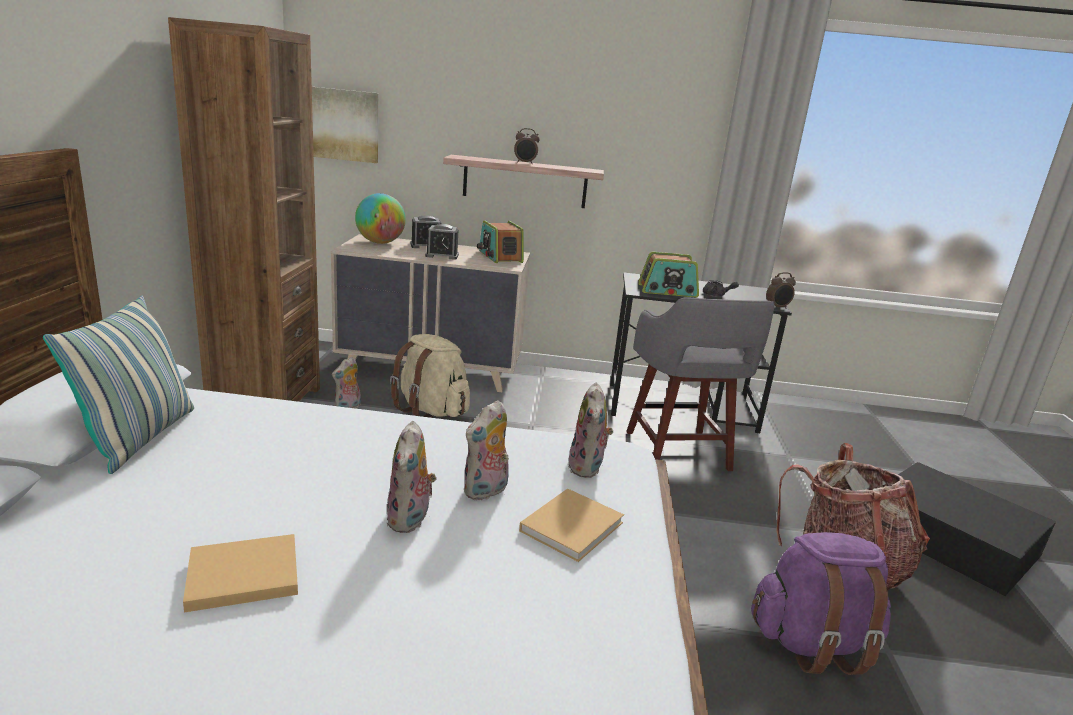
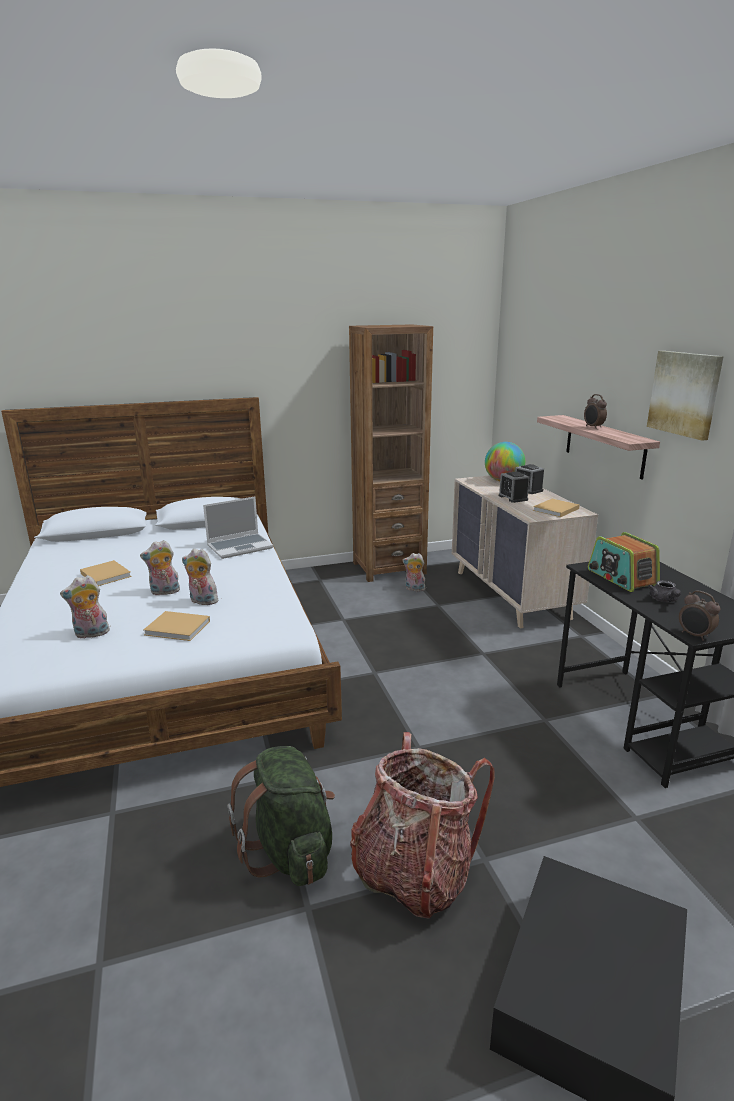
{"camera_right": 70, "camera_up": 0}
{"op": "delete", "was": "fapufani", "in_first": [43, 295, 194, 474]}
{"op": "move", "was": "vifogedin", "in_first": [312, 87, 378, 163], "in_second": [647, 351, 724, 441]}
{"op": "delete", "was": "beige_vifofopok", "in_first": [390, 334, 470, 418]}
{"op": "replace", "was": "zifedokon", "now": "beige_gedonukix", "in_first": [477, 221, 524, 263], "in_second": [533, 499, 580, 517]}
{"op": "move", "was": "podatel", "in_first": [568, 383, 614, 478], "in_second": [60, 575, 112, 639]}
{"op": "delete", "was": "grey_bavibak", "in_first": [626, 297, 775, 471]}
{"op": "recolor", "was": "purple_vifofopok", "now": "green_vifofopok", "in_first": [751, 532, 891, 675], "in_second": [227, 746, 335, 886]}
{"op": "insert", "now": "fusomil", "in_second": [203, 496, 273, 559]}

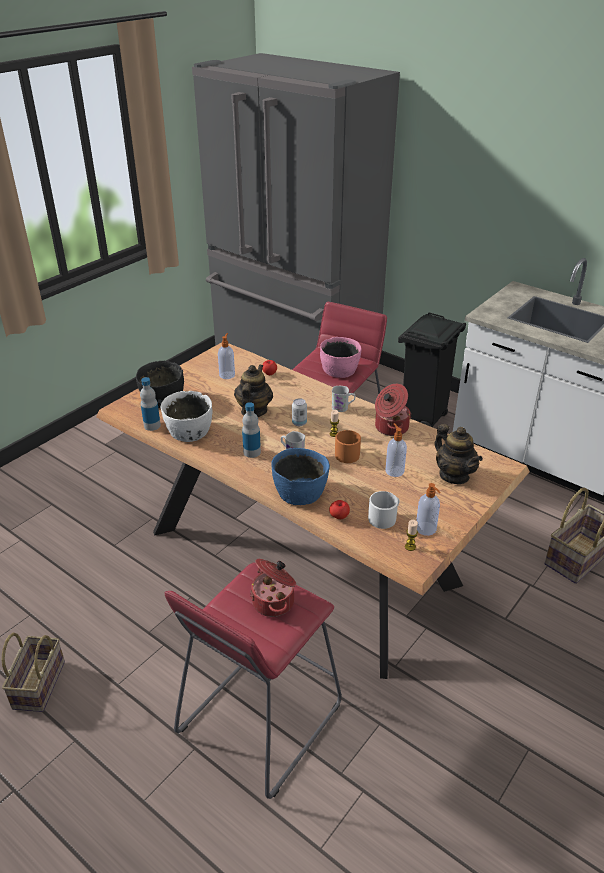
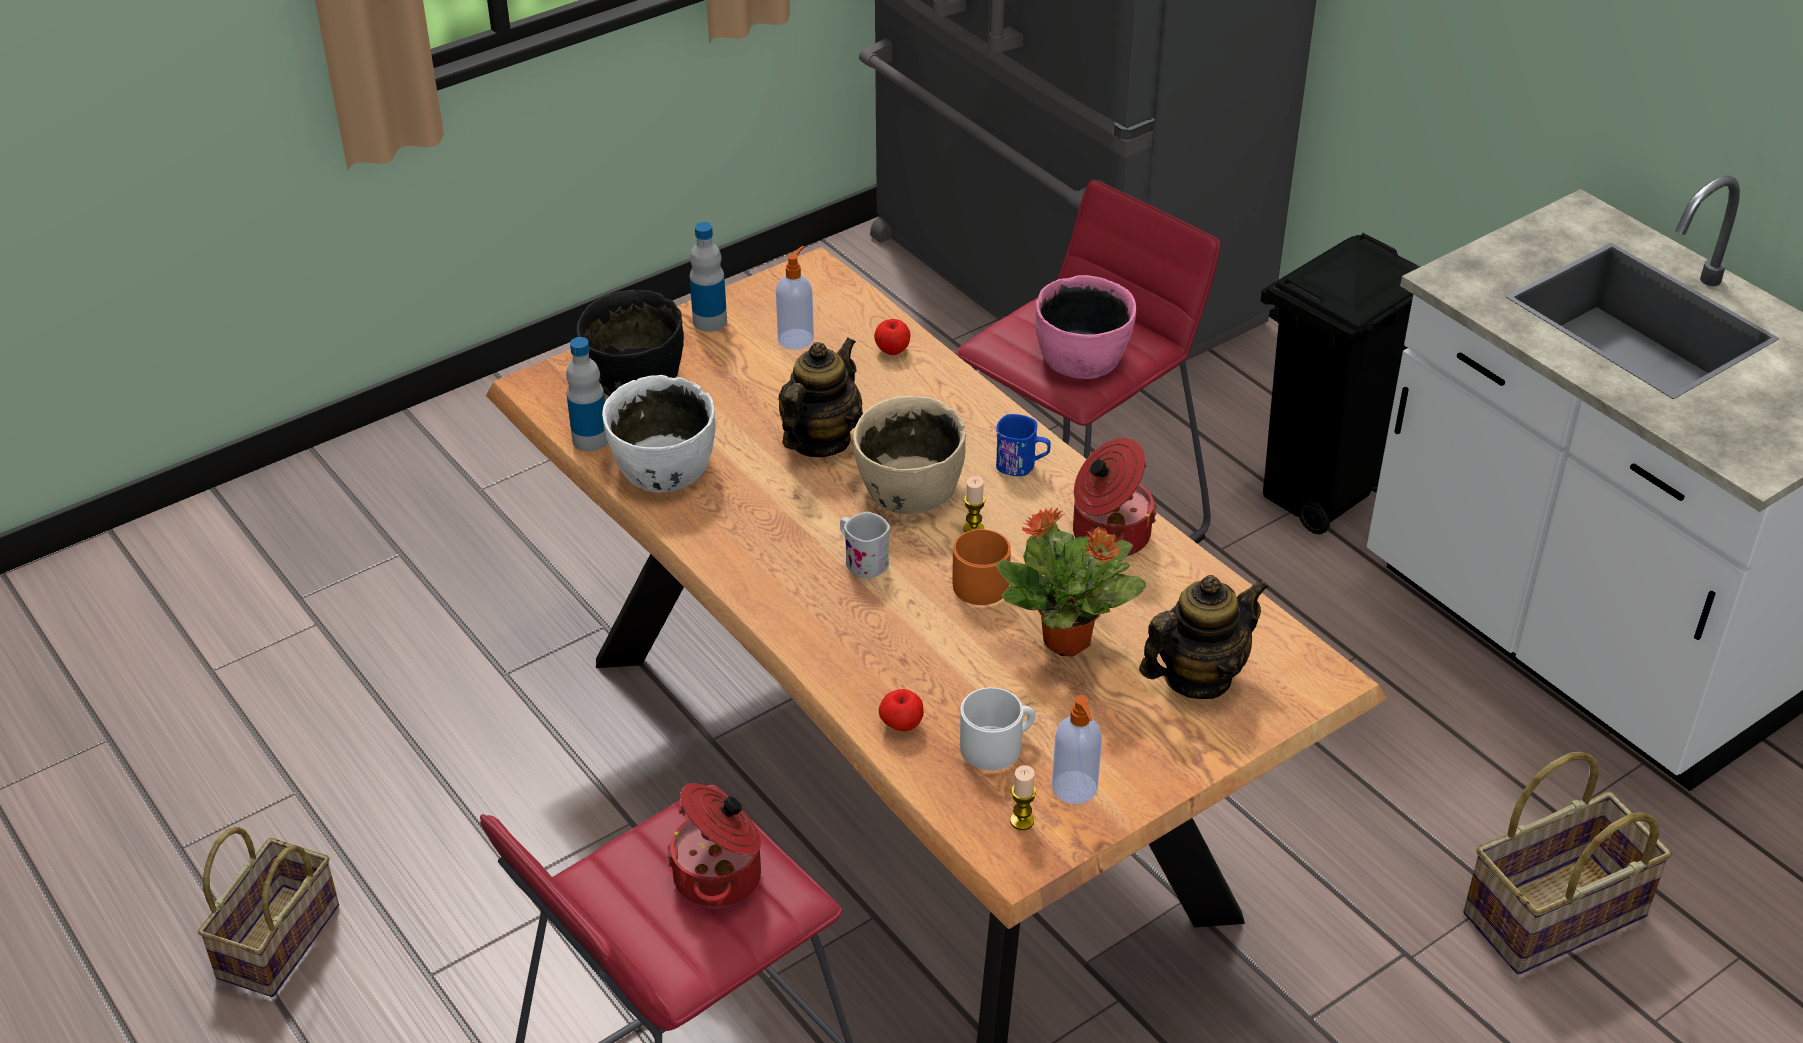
{"camera_right": 15, "camera_up": 5}
{"op": "move", "was": "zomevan", "in_first": [242, 402, 261, 458], "in_second": [690, 222, 727, 332]}
{"op": "delete", "was": "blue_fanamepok", "in_first": [271, 448, 330, 505]}
{"op": "replace", "was": "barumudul", "now": "beige_fanamepok", "in_first": [292, 398, 307, 426], "in_second": [853, 396, 966, 514]}
{"op": "recolor", "was": "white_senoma", "now": "blue_senoma", "in_first": [332, 386, 355, 412], "in_second": [996, 414, 1051, 476]}
{"op": "replace", "was": "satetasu", "now": "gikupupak", "in_first": [385, 423, 407, 477], "in_second": [996, 507, 1146, 657]}
{"op": "rotate", "was": "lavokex", "in_first": [434, 424, 483, 484], "in_second": [1139, 575, 1269, 699], "clockwise": -105}

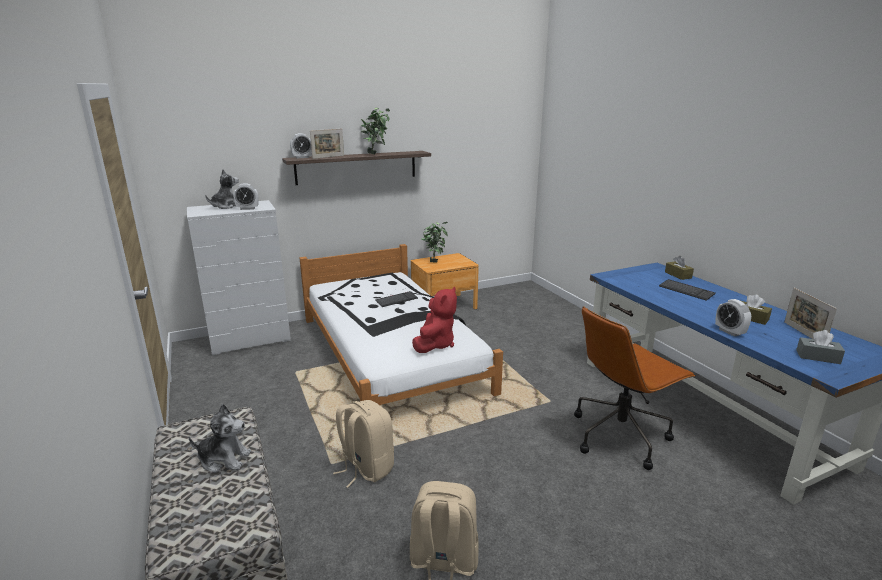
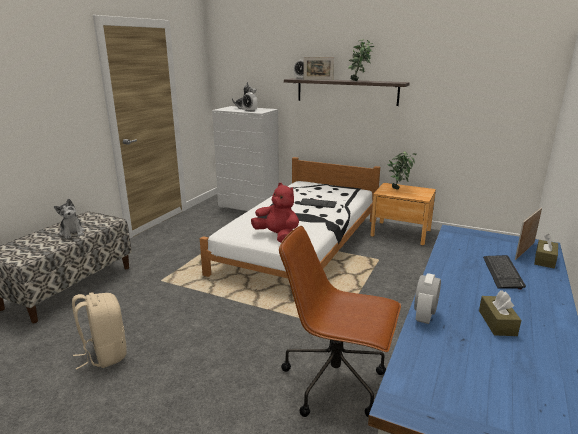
{"camera_right": 50, "camera_up": 0}
{"op": "delete", "was": "beige_vifofopok", "in_first": [333, 400, 394, 488]}
{"op": "rotate", "was": "red_podatel", "in_first": [412, 287, 457, 353], "in_second": [251, 183, 299, 242], "clockwise": -120}
{"op": "move", "was": "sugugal", "in_first": [784, 288, 837, 339], "in_second": [515, 207, 542, 260]}
{"op": "delete", "was": "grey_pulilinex", "in_first": [796, 330, 845, 364]}

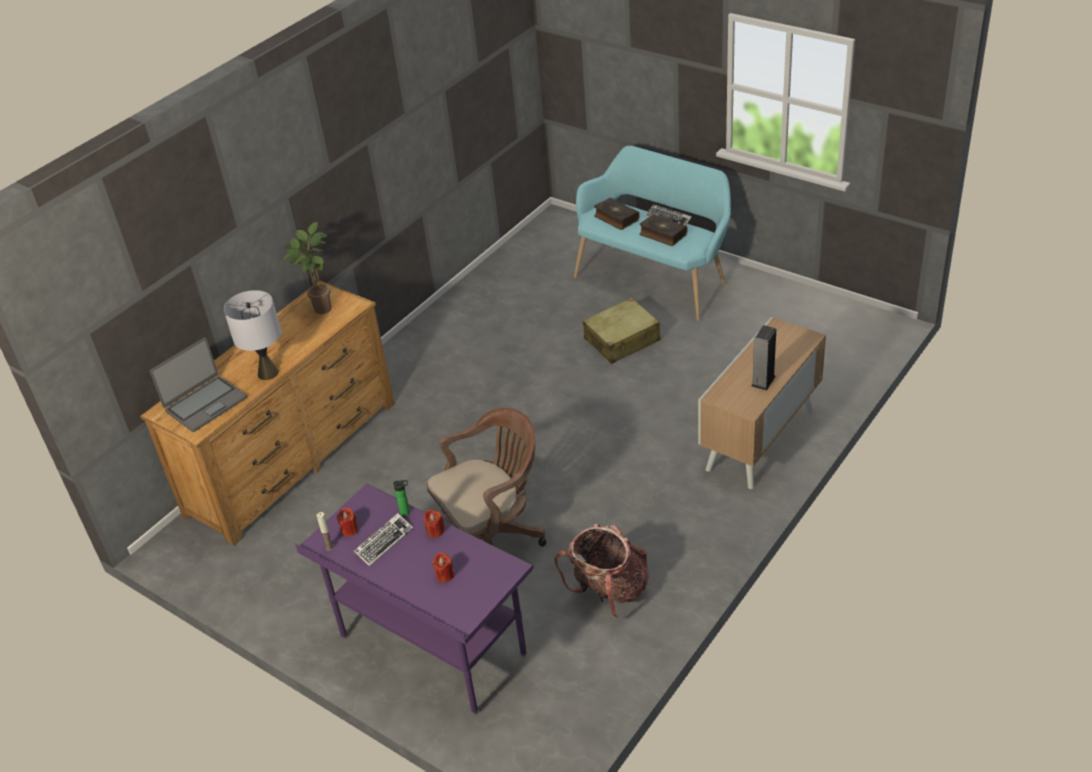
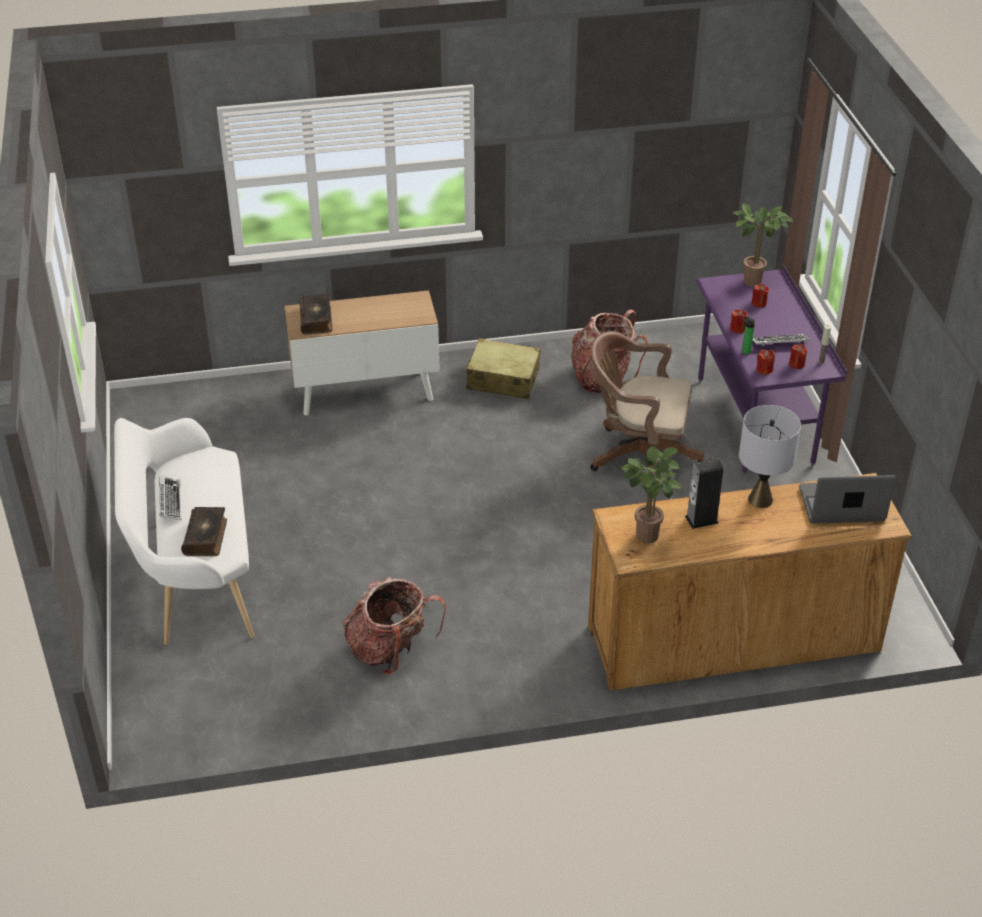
{"camera_right": -140, "camera_up": 0}
{"op": "recolor", "was": "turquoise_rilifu", "now": "white_rilifu", "in_first": [574, 146, 731, 321], "in_second": [114, 418, 254, 645]}
{"op": "move", "was": "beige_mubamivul", "in_first": [583, 298, 660, 364], "in_second": [466, 338, 541, 399]}
{"op": "move", "was": "gedonukix", "in_first": [640, 214, 688, 246], "in_second": [299, 294, 333, 335]}
{"op": "move", "was": "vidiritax", "in_first": [751, 325, 776, 391], "in_second": [685, 458, 724, 529]}
{"op": "insert", "now": "vifofopok", "in_second": [343, 577, 446, 675]}
{"op": "insert", "now": "gikupupak", "in_second": [733, 203, 793, 287]}
{"op": "insert", "now": "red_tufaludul", "in_second": [756, 350, 775, 374]}

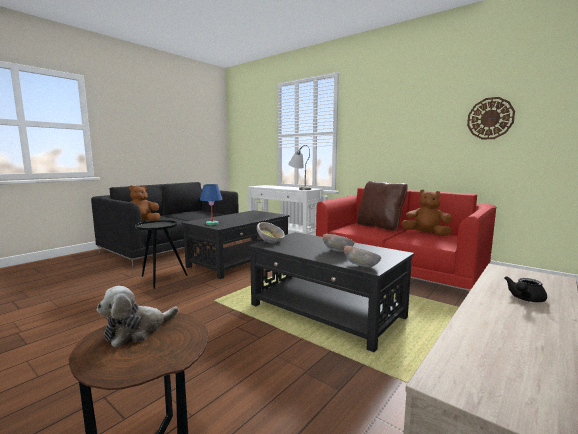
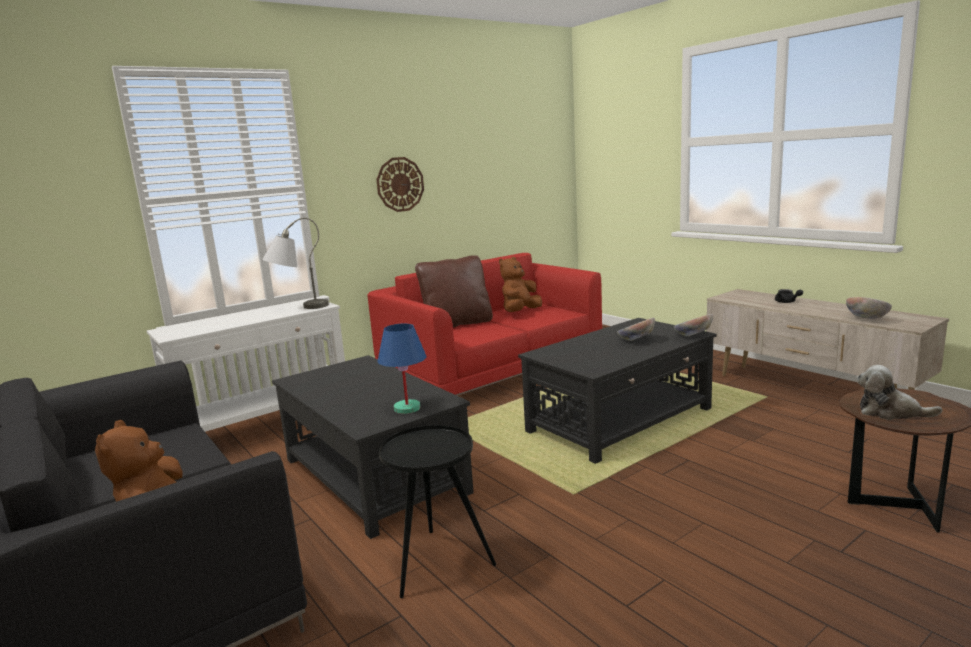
{"camera_right": -75, "camera_up": 5}
{"op": "rotate", "was": "podatel", "in_first": [97, 286, 178, 347], "in_second": [857, 365, 942, 420], "clockwise": 150}
{"op": "move", "was": "fanamepok", "in_first": [257, 222, 285, 243], "in_second": [846, 297, 892, 319]}
{"op": "move", "was": "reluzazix", "in_first": [467, 97, 515, 140], "in_second": [376, 157, 424, 212]}

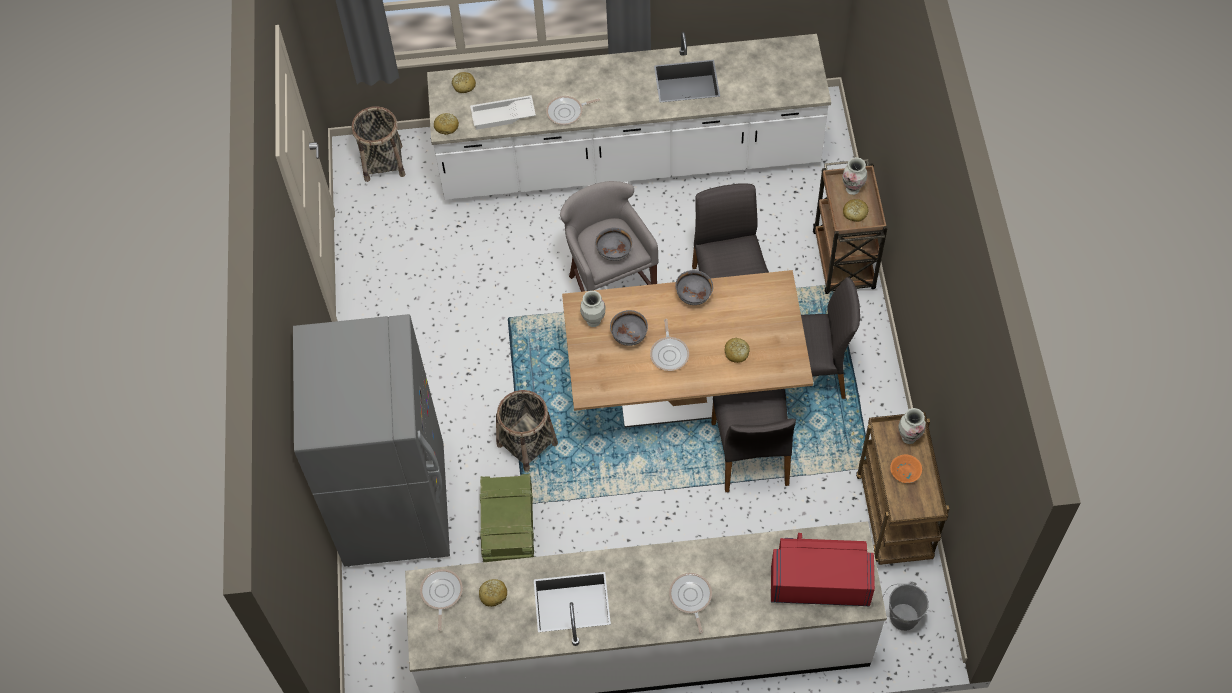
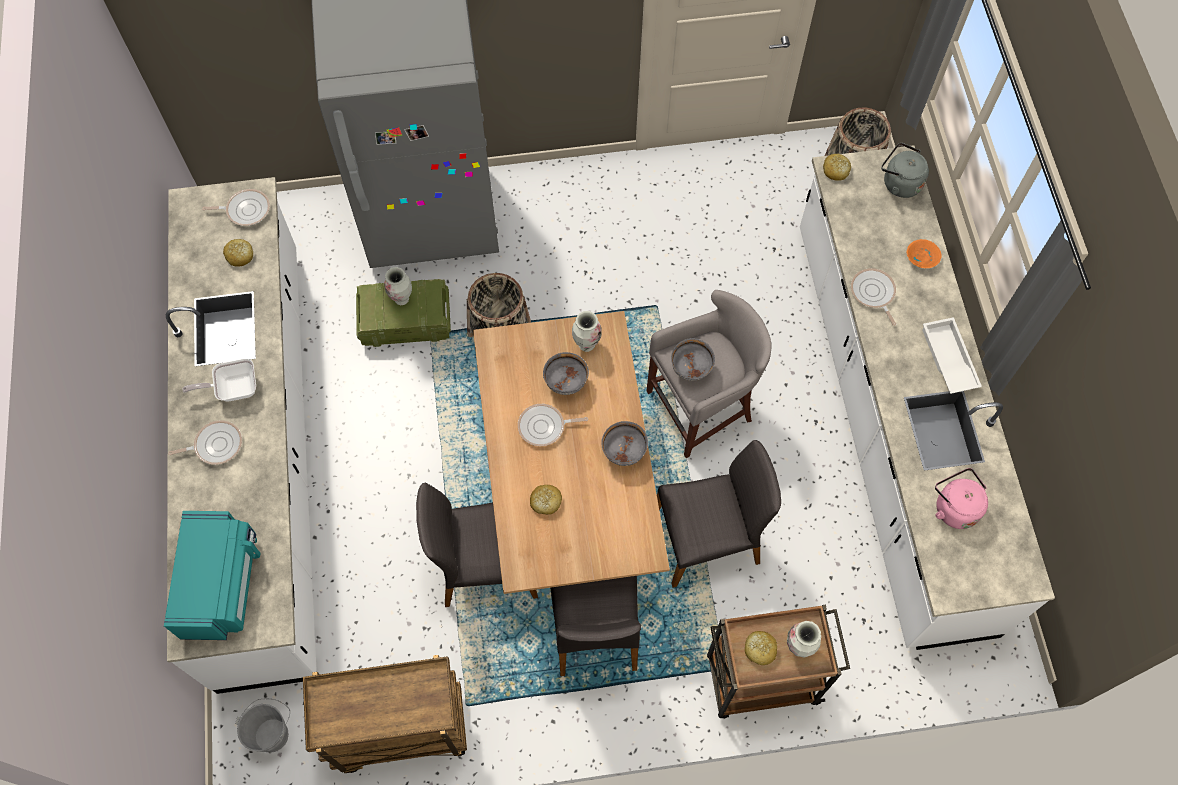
{"camera_right": 85, "camera_up": 5}
{"op": "replace", "was": "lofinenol", "now": "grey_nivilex", "in_first": [452, 72, 476, 93], "in_second": [881, 143, 929, 198]}
{"op": "move", "was": "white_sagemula", "in_first": [470, 95, 536, 130], "in_second": [923, 317, 982, 394]}
{"op": "recolor", "was": "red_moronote", "now": "turquoise_moronote", "in_first": [771, 533, 875, 606], "in_second": [164, 511, 261, 640]}
{"op": "move", "was": "orange_fanamepok", "in_first": [890, 454, 922, 483], "in_second": [907, 239, 941, 268]}
{"op": "move", "was": "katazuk", "in_first": [898, 408, 926, 444], "in_second": [384, 267, 412, 305]}
{"op": "insert", "now": "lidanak", "in_second": [183, 359, 256, 401]}
{"op": "insert", "now": "pink_nivilex", "in_second": [935, 468, 988, 529]}

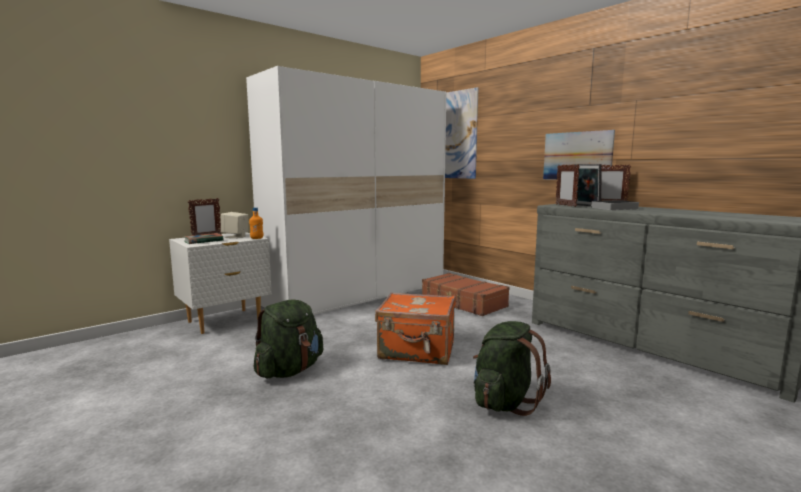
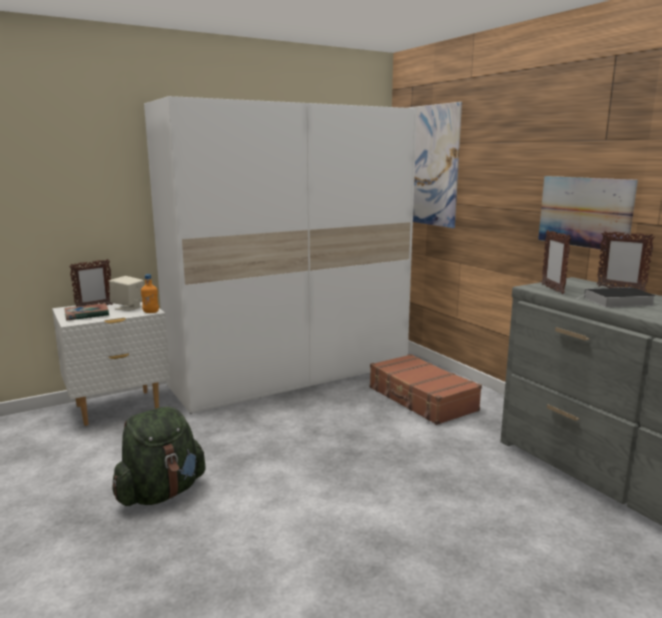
{"camera_right": 10, "camera_up": 5}
{"op": "delete", "was": "orange_mubamivul", "in_first": [375, 292, 456, 365]}
{"op": "delete", "was": "green_vifofopok", "in_first": [473, 321, 551, 416]}
{"op": "delete", "was": "sugugal", "in_first": [574, 164, 602, 206]}

